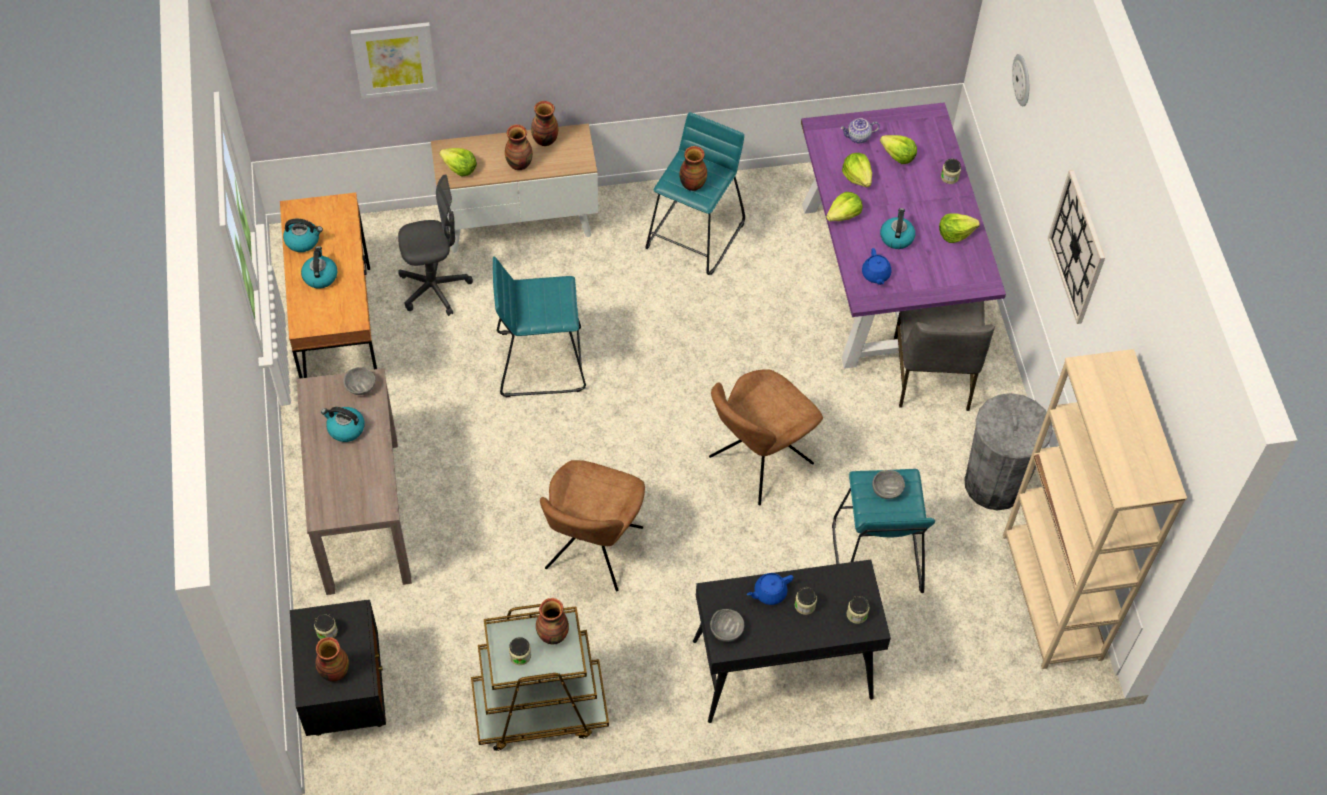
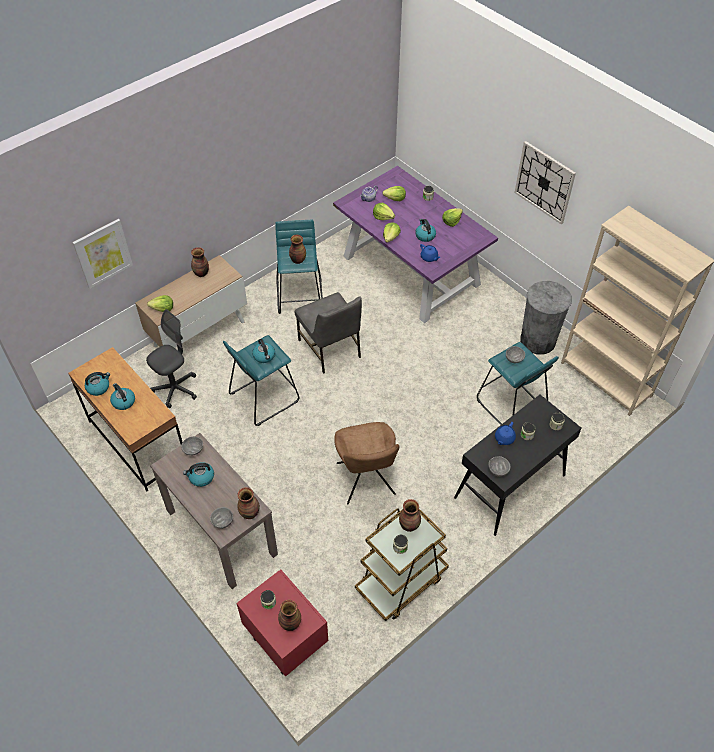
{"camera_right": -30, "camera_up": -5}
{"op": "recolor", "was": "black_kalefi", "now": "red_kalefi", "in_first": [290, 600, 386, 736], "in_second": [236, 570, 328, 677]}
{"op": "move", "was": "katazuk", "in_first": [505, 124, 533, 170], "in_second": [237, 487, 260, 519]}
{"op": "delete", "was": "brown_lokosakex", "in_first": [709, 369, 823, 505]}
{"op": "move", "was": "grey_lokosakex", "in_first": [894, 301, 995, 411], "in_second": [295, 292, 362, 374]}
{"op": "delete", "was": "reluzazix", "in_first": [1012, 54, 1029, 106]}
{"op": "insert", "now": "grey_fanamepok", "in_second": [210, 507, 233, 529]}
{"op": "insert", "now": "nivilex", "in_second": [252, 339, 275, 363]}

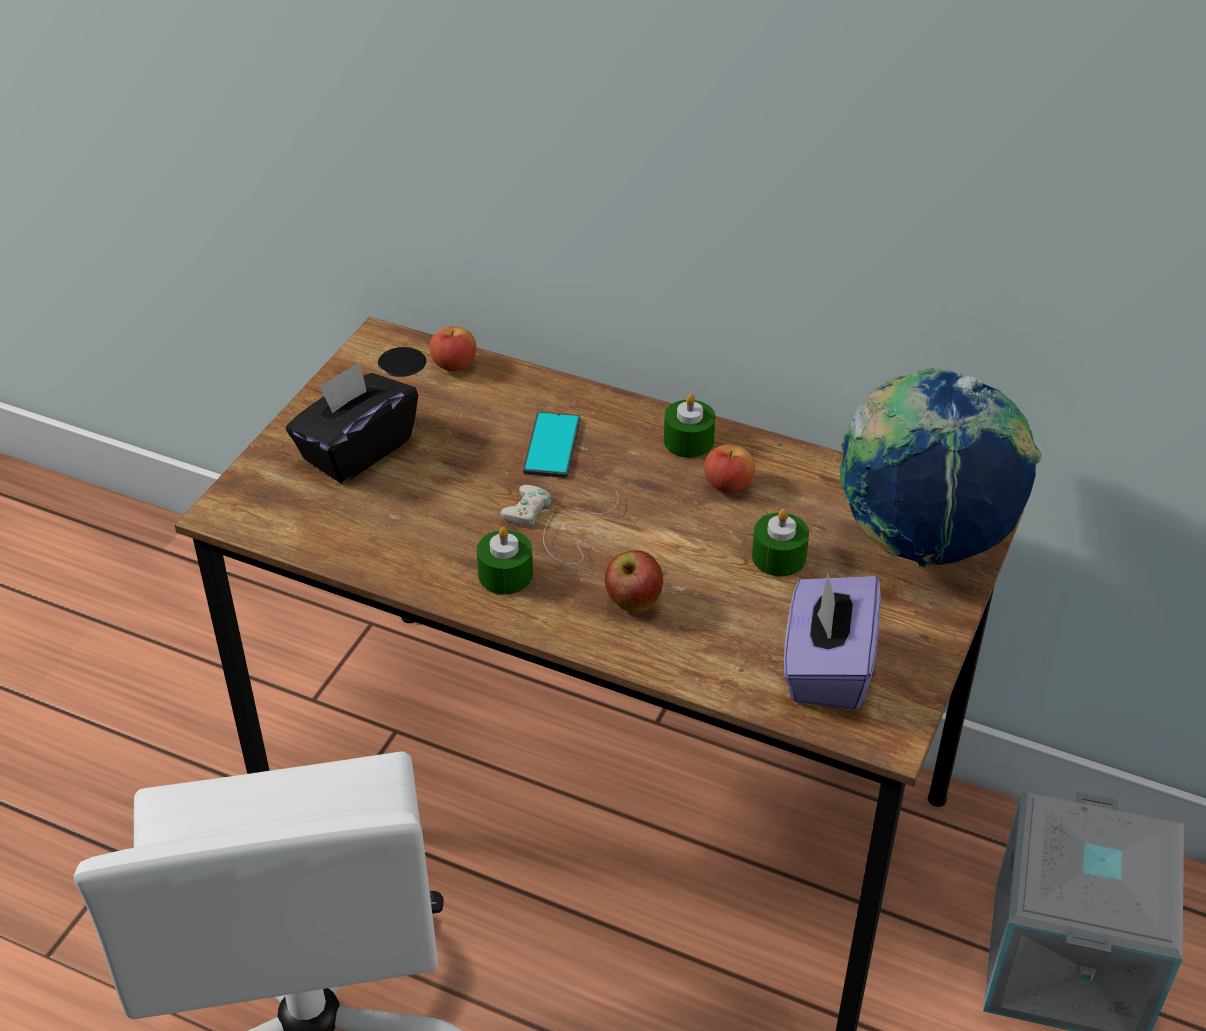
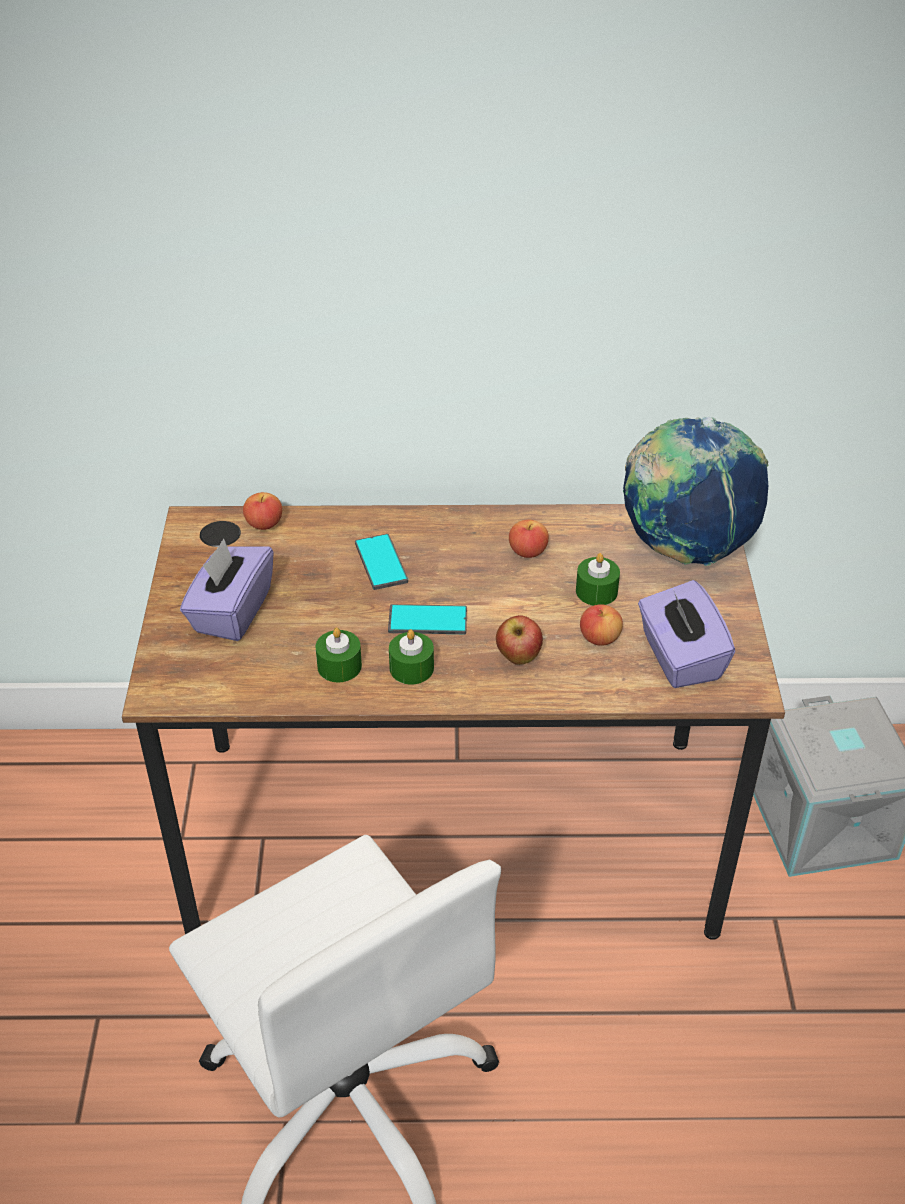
{"camera_right": -25, "camera_up": 0}
{"op": "recolor", "was": "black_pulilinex", "now": "purple_pulilinex", "in_first": [286, 362, 418, 484], "in_second": [180, 539, 274, 641]}
{"op": "replace", "was": "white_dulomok", "now": "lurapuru", "in_first": [501, 485, 619, 565], "in_second": [388, 604, 467, 634]}
{"op": "move", "was": "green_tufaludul", "in_first": [664, 394, 715, 458], "in_second": [315, 627, 362, 683]}
{"op": "insert", "now": "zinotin", "in_second": [580, 604, 623, 646]}

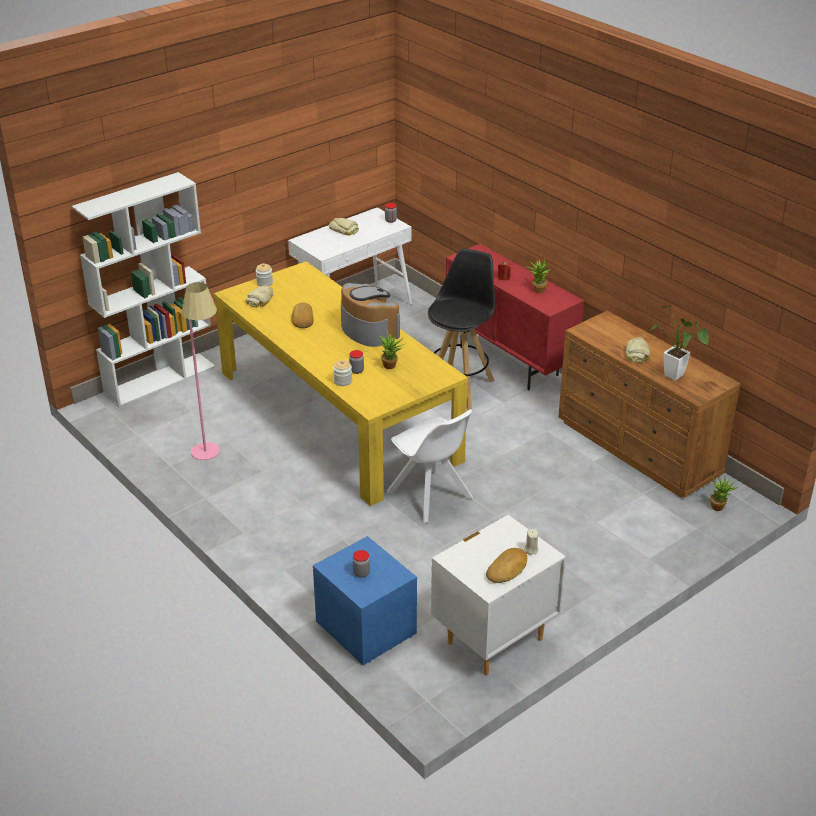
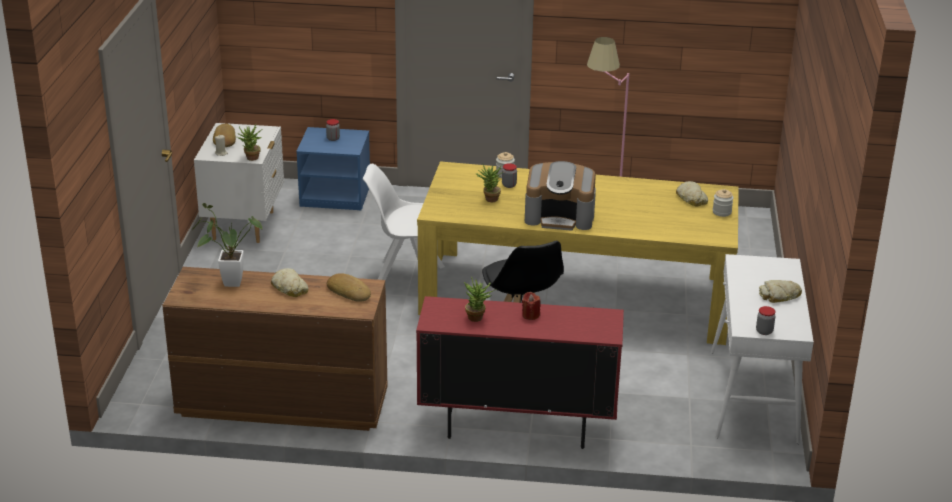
{"camera_right": 135, "camera_up": -5}
{"op": "delete", "was": "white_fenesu", "in_first": [72, 172, 215, 407]}
{"op": "move", "was": "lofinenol", "in_first": [291, 303, 314, 328], "in_second": [327, 273, 371, 302]}
{"op": "move", "was": "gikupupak", "in_first": [710, 476, 738, 511], "in_second": [237, 124, 263, 161]}

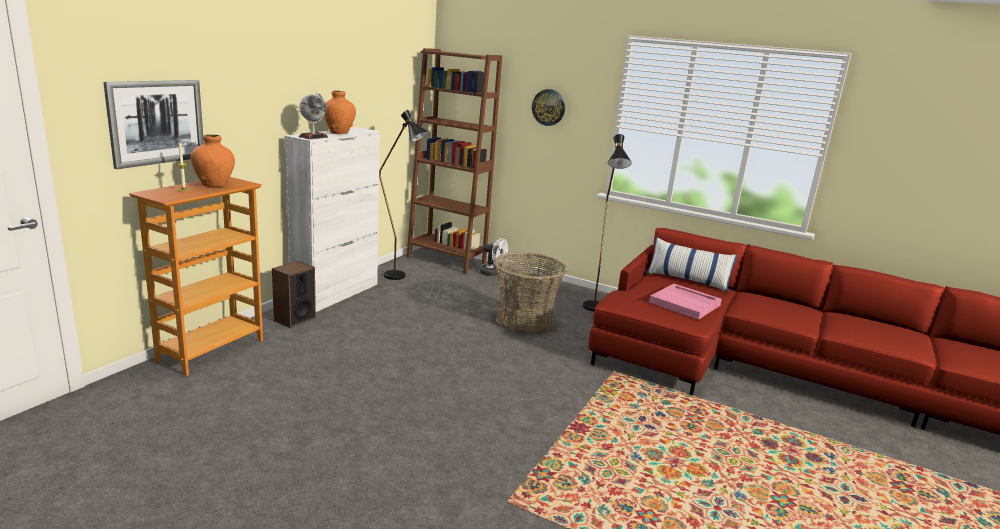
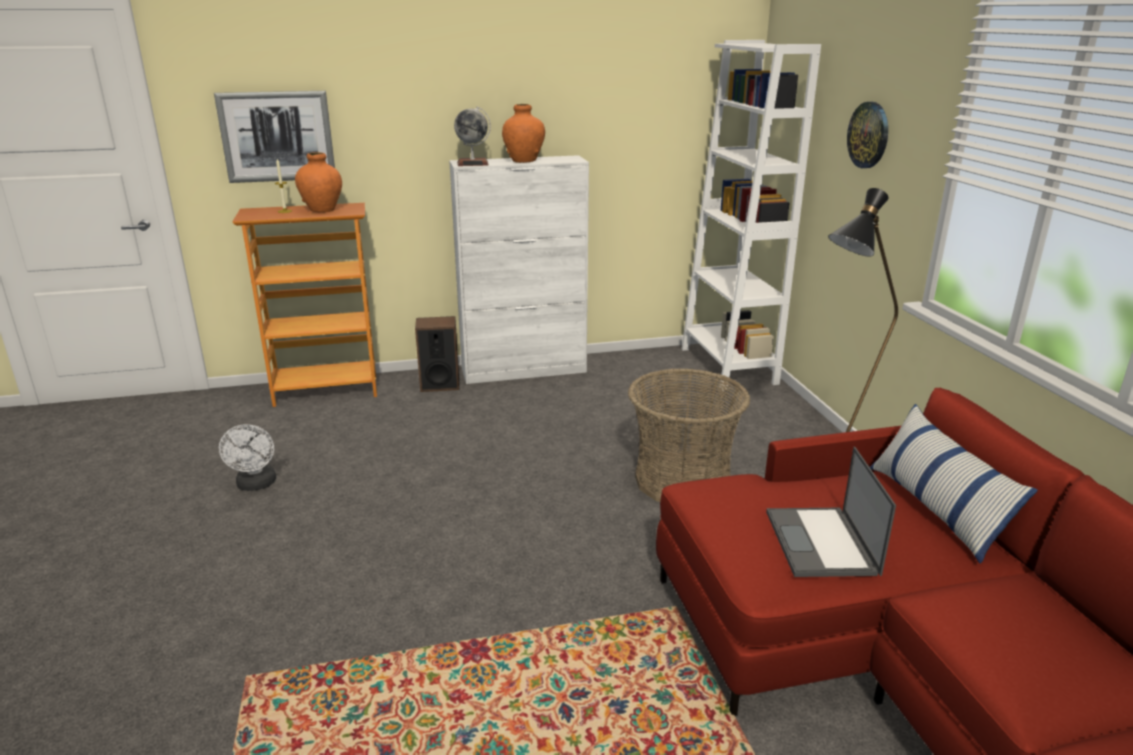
{"camera_right": 50, "camera_up": 5}
{"op": "delete", "was": "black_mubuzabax", "in_first": [379, 110, 430, 280]}
{"op": "recolor", "was": "brown_fenesu", "now": "white_fenesu", "in_first": [407, 48, 502, 274], "in_second": [682, 40, 821, 391]}
{"op": "move", "was": "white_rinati", "in_first": [480, 238, 508, 276], "in_second": [219, 424, 276, 491]}
{"op": "replace", "was": "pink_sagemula", "now": "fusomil", "in_first": [649, 284, 722, 320], "in_second": [766, 447, 896, 577]}

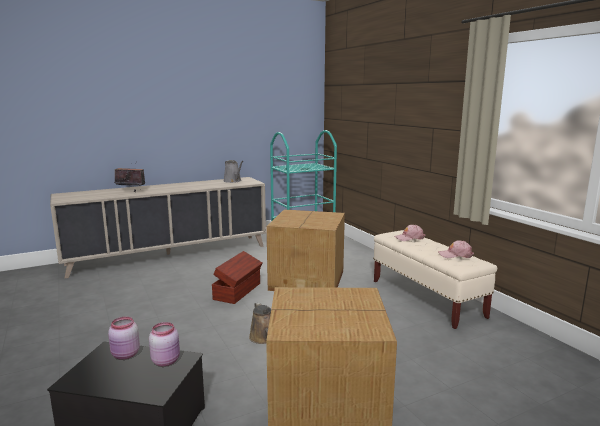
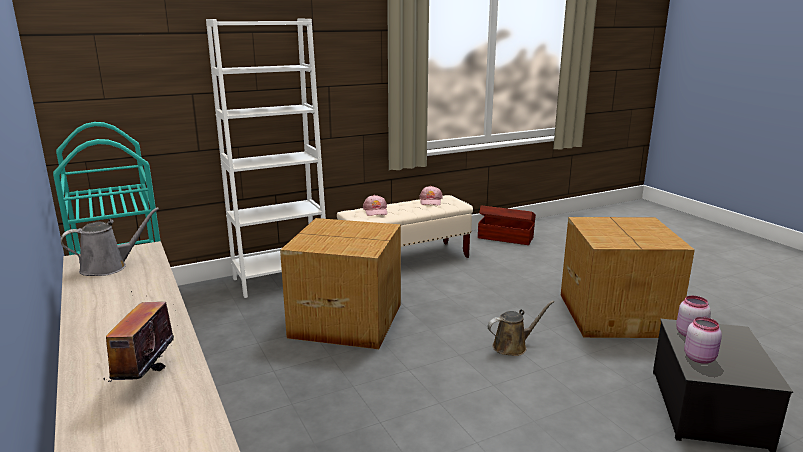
{"camera_right": -90, "camera_up": 5}
{"op": "move", "was": "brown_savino", "in_first": [212, 251, 262, 304], "in_second": [478, 205, 536, 245]}
{"op": "insert", "now": "white_fenesu", "in_second": [206, 19, 326, 298]}

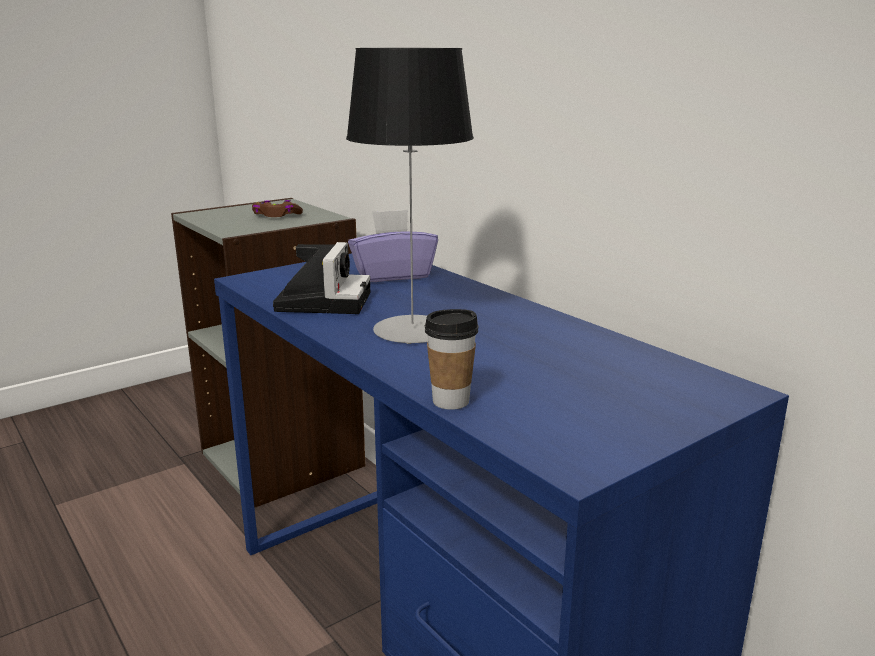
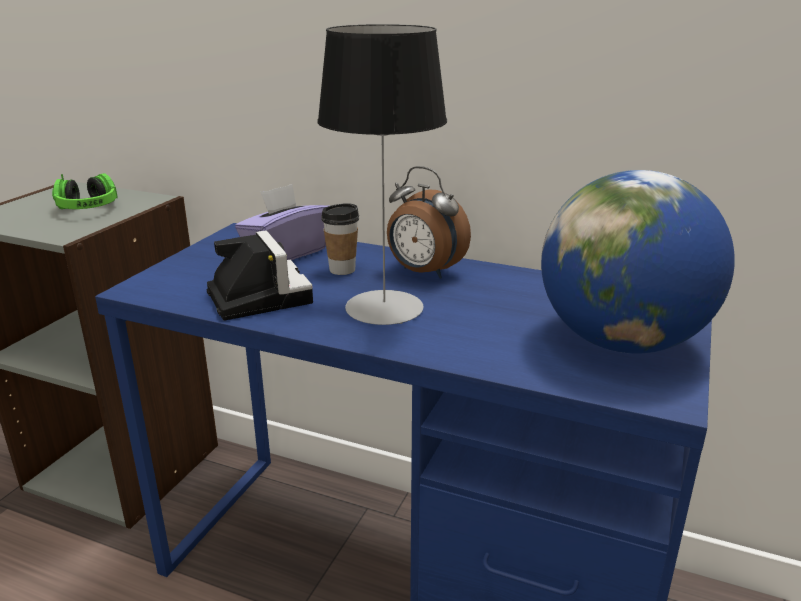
{"camera_right": -30, "camera_up": 5}
{"op": "replace", "was": "brown_dulomok", "now": "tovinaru", "in_first": [252, 200, 303, 217], "in_second": [52, 173, 118, 209]}
{"op": "move", "was": "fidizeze", "in_first": [425, 309, 479, 410], "in_second": [321, 203, 359, 275]}
{"op": "insert", "now": "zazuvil", "in_second": [387, 166, 471, 279]}
{"op": "insert", "now": "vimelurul", "in_second": [541, 170, 735, 354]}

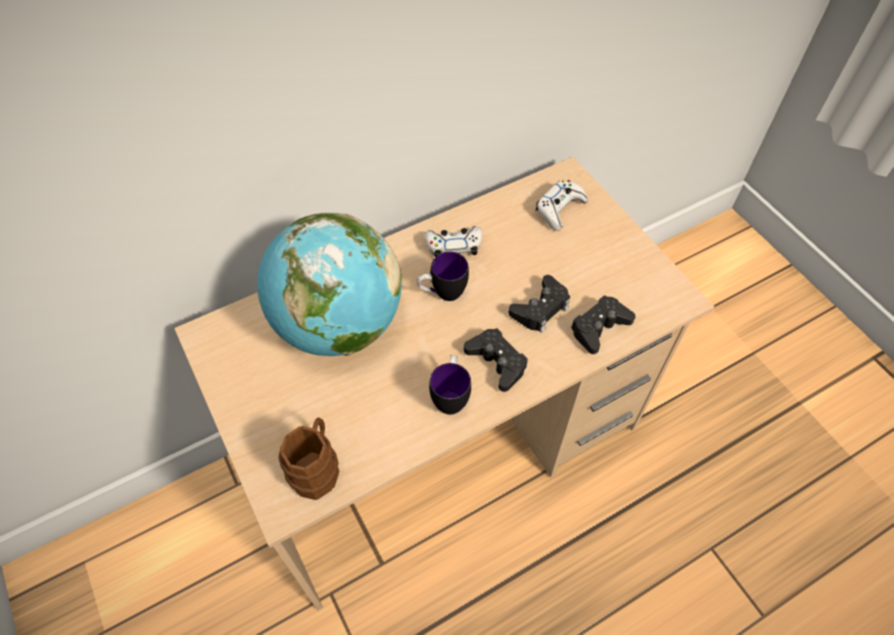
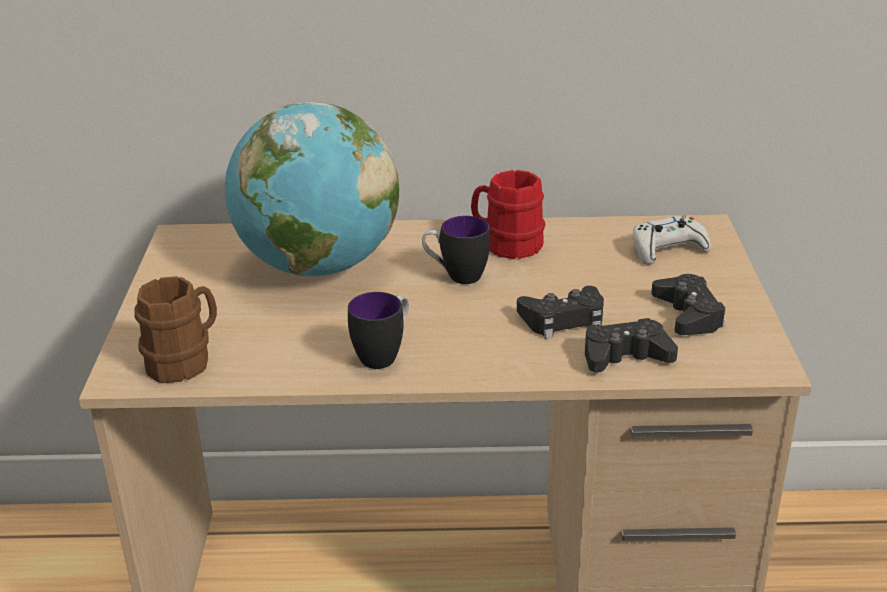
{"camera_right": 30, "camera_up": -25}
{"op": "replace", "was": "white_dulomok", "now": "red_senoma", "in_first": [424, 226, 482, 257], "in_second": [471, 170, 545, 259]}
{"op": "move", "was": "black_dulomok", "in_first": [464, 328, 528, 392], "in_second": [651, 274, 726, 335]}

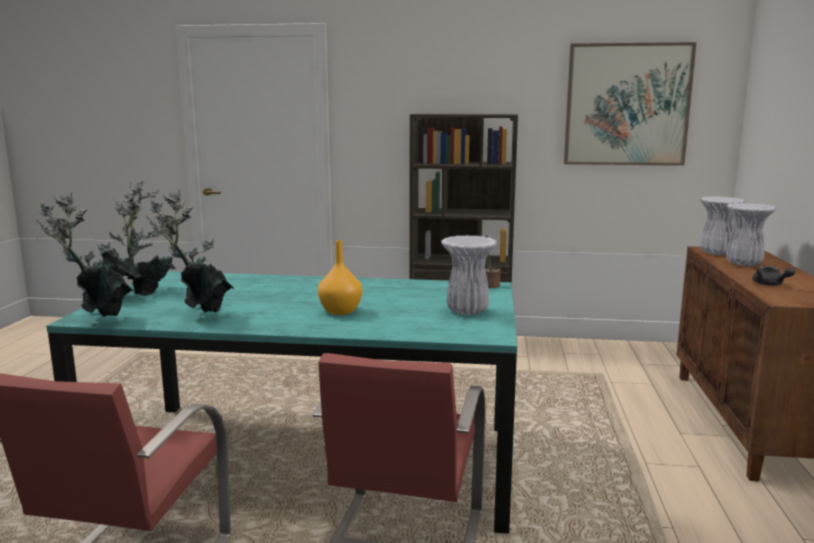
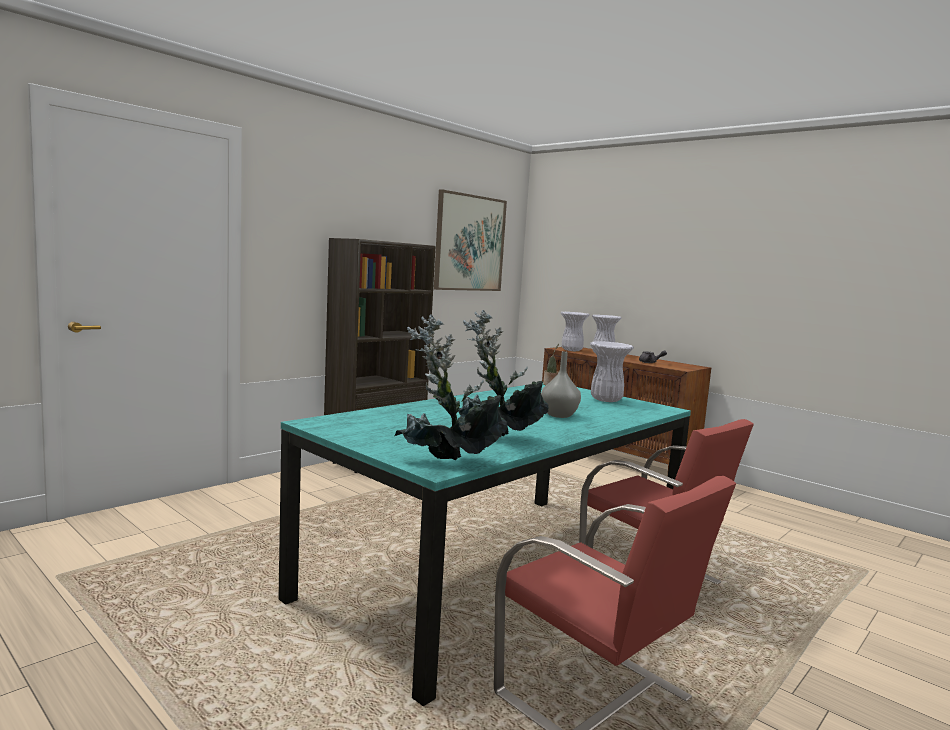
{"camera_right": -55, "camera_up": -5}
{"op": "delete", "was": "gikupupak", "in_first": [102, 181, 176, 296]}
{"op": "recolor", "was": "orange_katazuk", "now": "grey_katazuk", "in_first": [318, 240, 362, 315], "in_second": [541, 351, 581, 418]}

